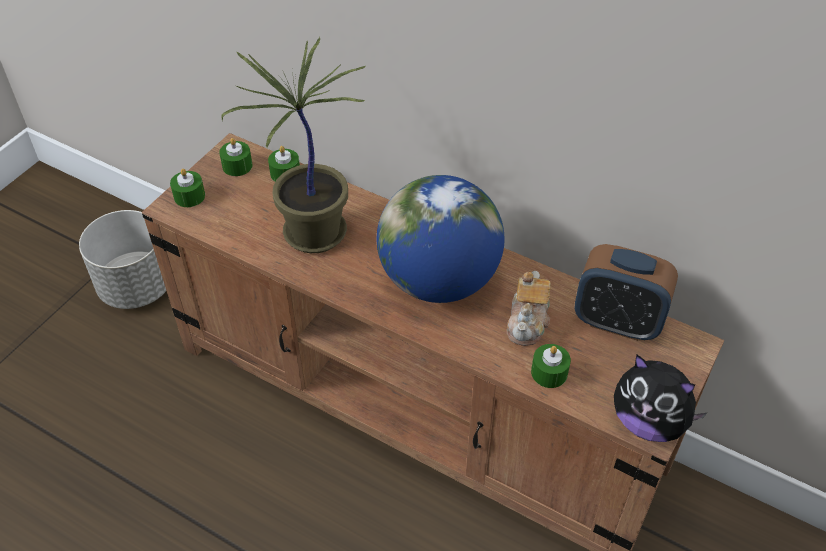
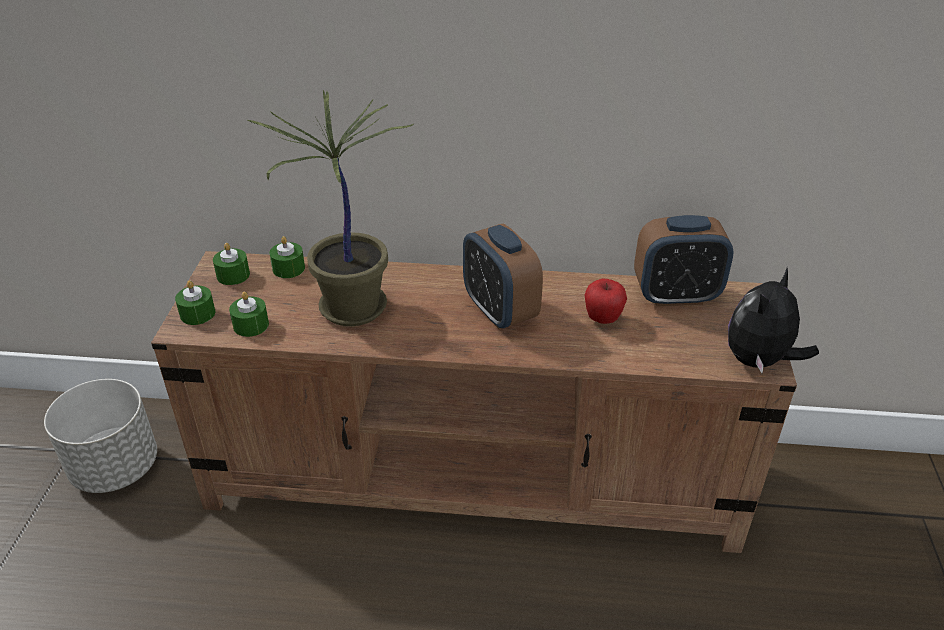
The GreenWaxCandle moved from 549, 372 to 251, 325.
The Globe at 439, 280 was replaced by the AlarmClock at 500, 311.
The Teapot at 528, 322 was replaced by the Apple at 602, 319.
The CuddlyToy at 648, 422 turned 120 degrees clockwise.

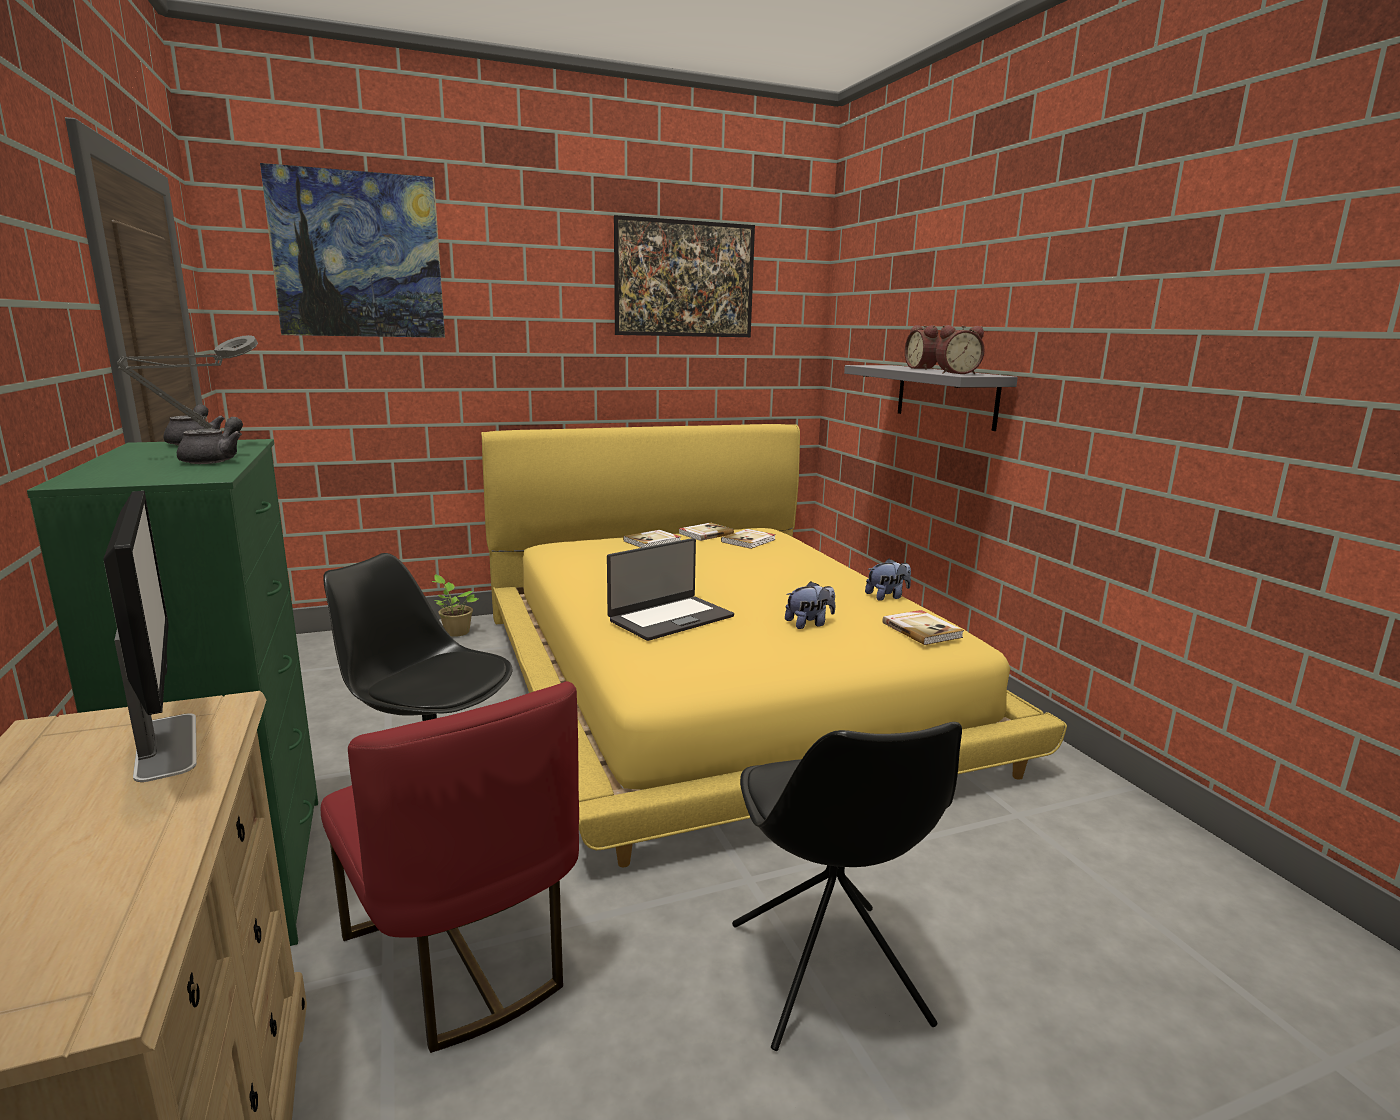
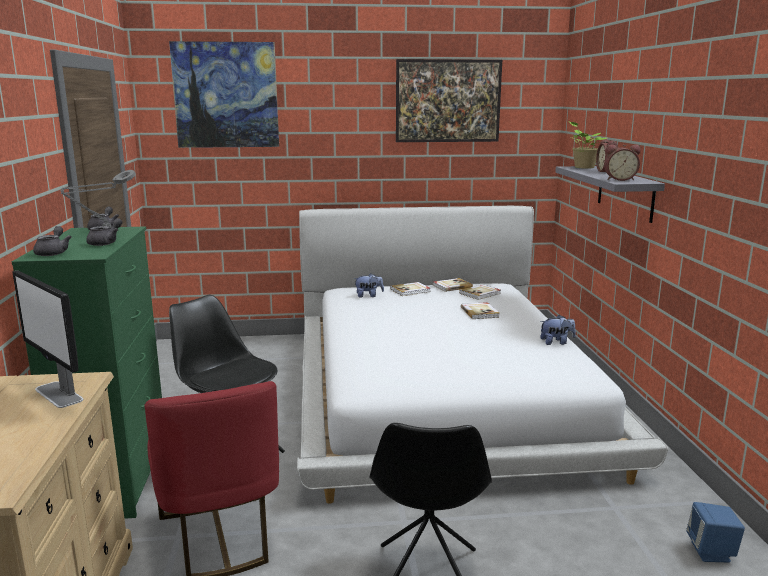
The PortableComputer at 670, 618 disappeared.
The GreyishTeapot at 53, 252 appeared.
The BlueColouredSpeaker at 711, 552 appeared.
The PlantInAPot moved from 455, 632 to 582, 167.
The CuddlyToy moved from 809, 624 to 369, 296.
The Volume moved from 922, 630 to 480, 312.
The YellowBed at 717, 681 became the WhitishBed at 441, 393.
The ComputerDisplay at 166, 745 turned 150 degrees clockwise.

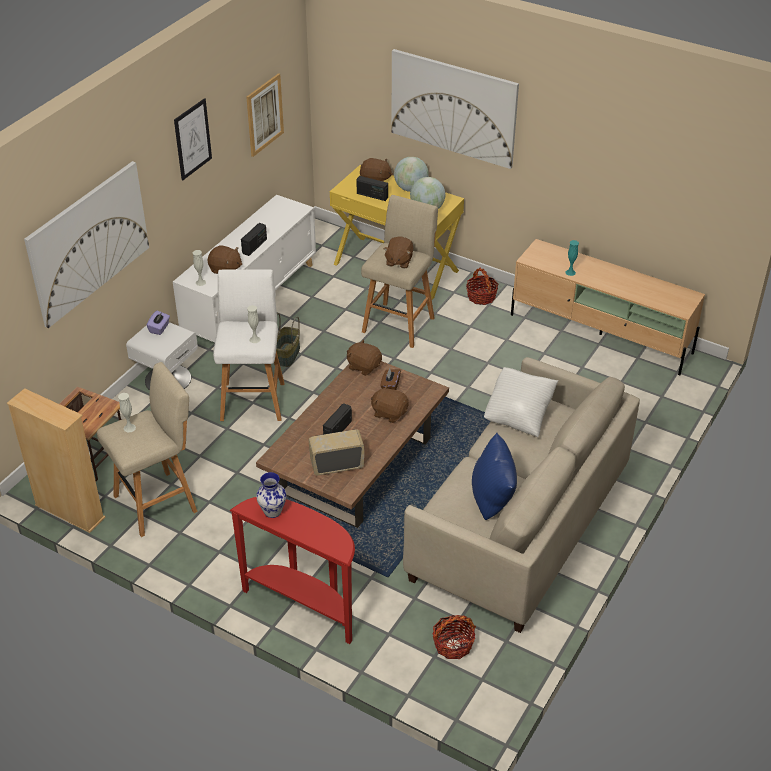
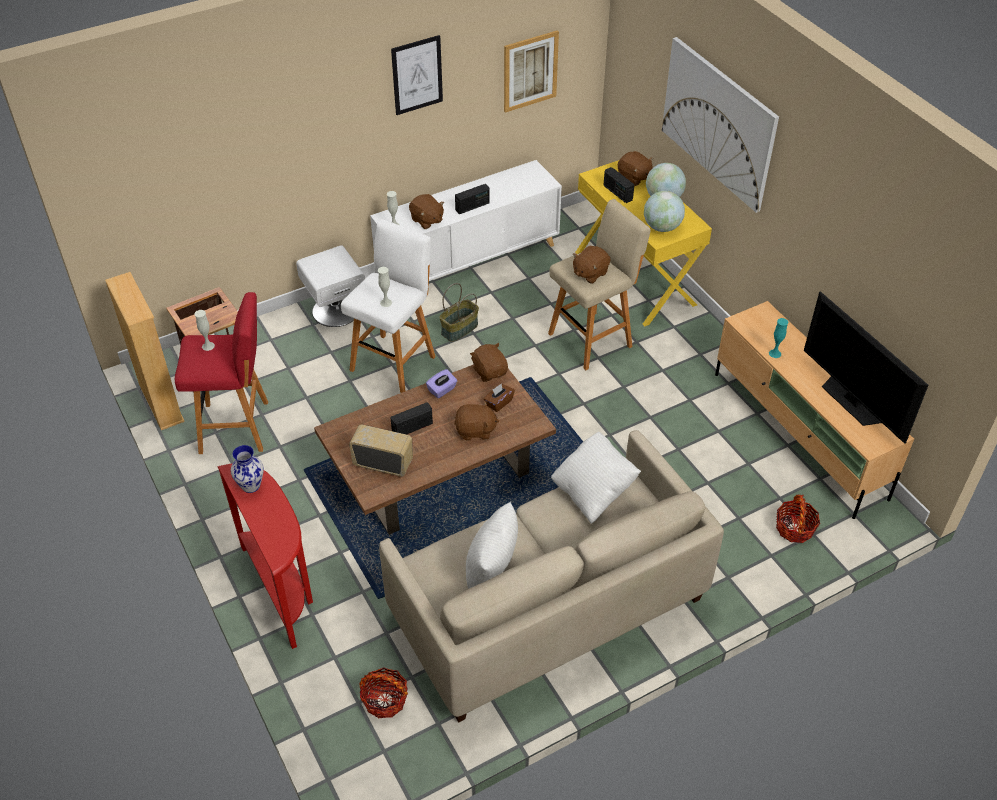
The WallPicture at 88, 242 disappeared.
The Television at 852, 401 appeared.
The PurpleColouredTissueHolder moved from 159, 328 to 442, 390.
The Basket moved from 481, 296 to 794, 528.
The SandColouredSittingStool at 158, 502 became the ReddishSittingStool at 237, 427.
The BlueColouredPillow at 493, 501 became the WhitishPillow at 493, 572.
The BrownColouredCuddlyToy at 389, 413 turned 120 degrees clockwise.

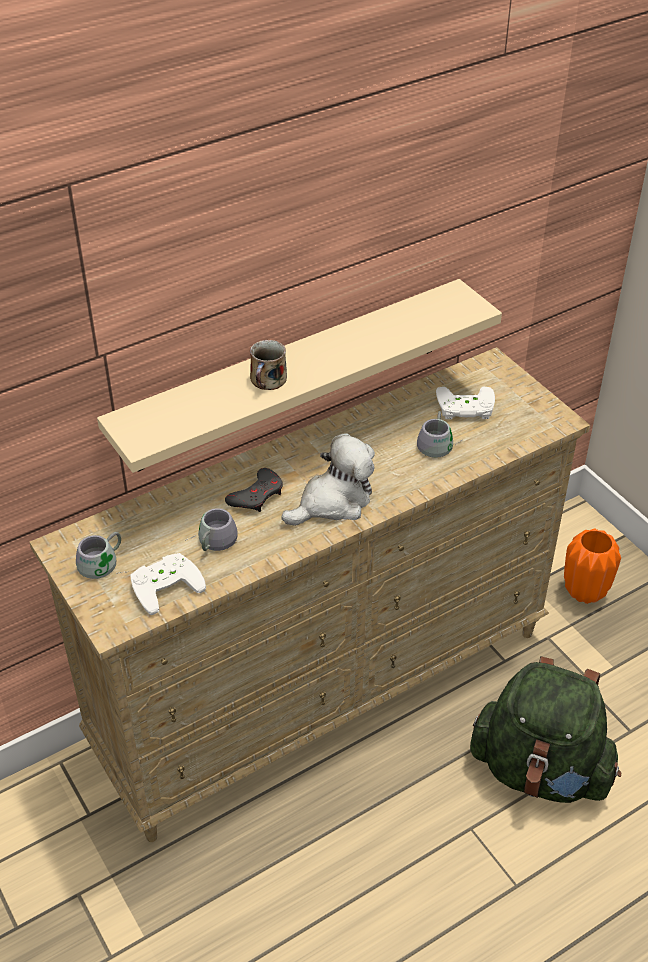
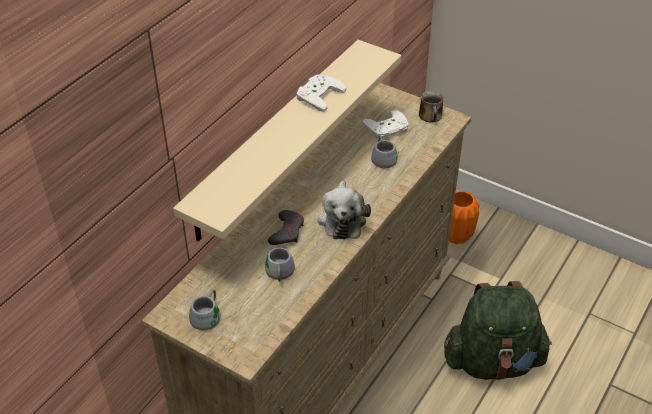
The WhitishGameController moved from 165, 583 to 317, 94.
The Mug moved from 268, 380 to 431, 116.
The CuddlyToy at 333, 502 turned 150 degrees clockwise.

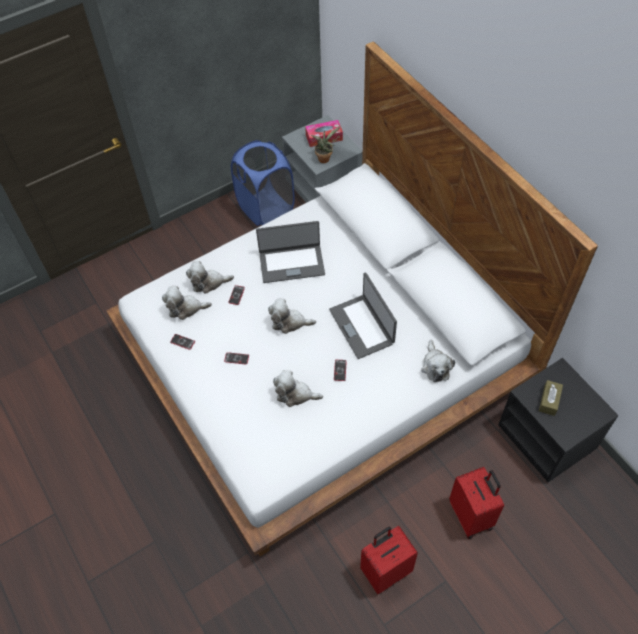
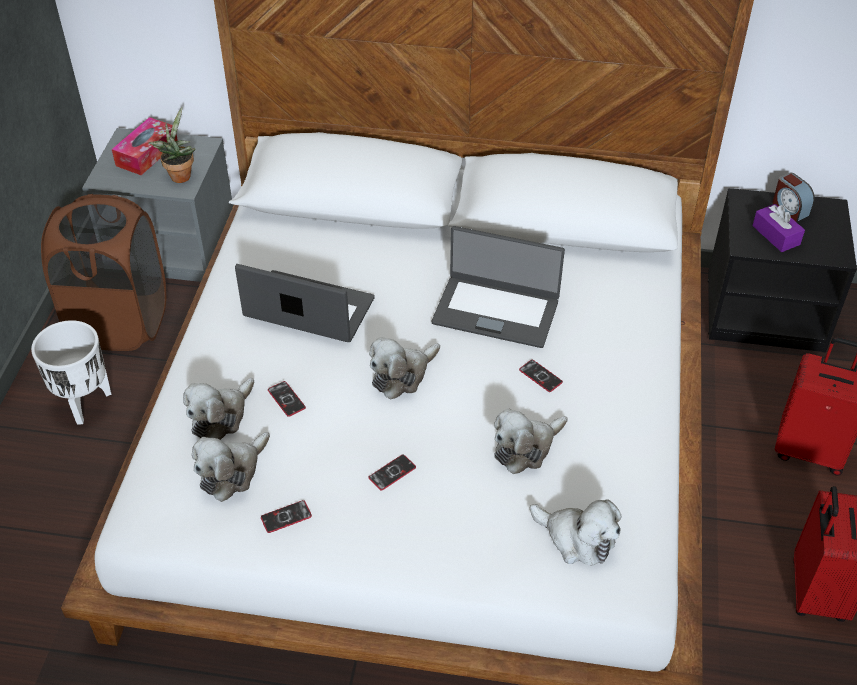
The WhitishFlowerPot at 84, 403 appeared.
The AlarmClock at 790, 208 appeared.
The CuddlyToy moved from 435, 366 to 577, 539.
The BlueColouredWashingBasket at 266, 208 became the BrownColouredWashingBasket at 120, 323.
The BrownColouredTissueHolder at 549, 401 became the PurpleColouredTissueHolder at 776, 235.
The PortableComputer at 291, 263 turned 105 degrees counterclockwise.

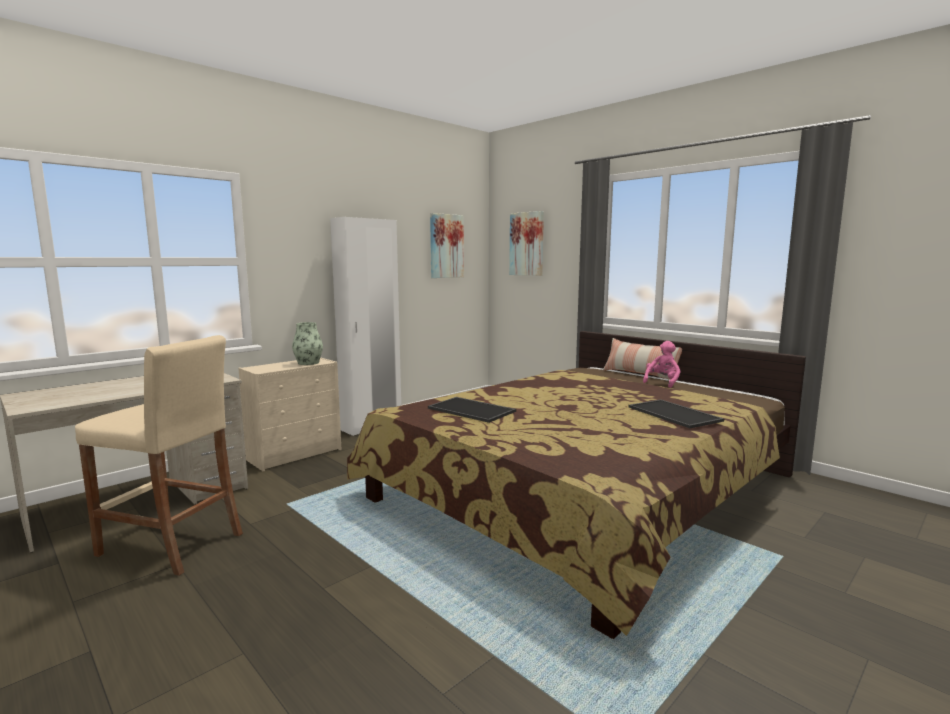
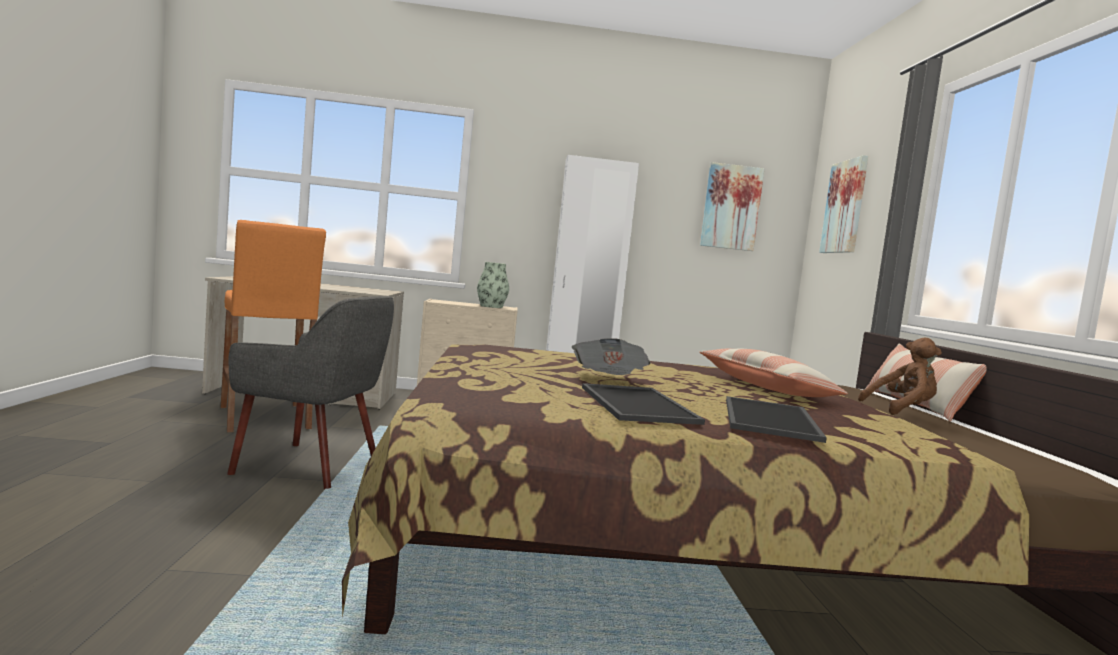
The GreyishArmchair at 310, 466 appeared.
The PrintedPaper at 609, 380 appeared.
The Pillow at 765, 388 appeared.
The ServingTray moved from 472, 410 to 640, 405.
The SandColouredSittingStool at 171, 544 became the OrangeColouredSittingStool at 264, 418.
The PinkCuddlyToy at 662, 382 became the BrownColouredCuddlyToy at 902, 410.

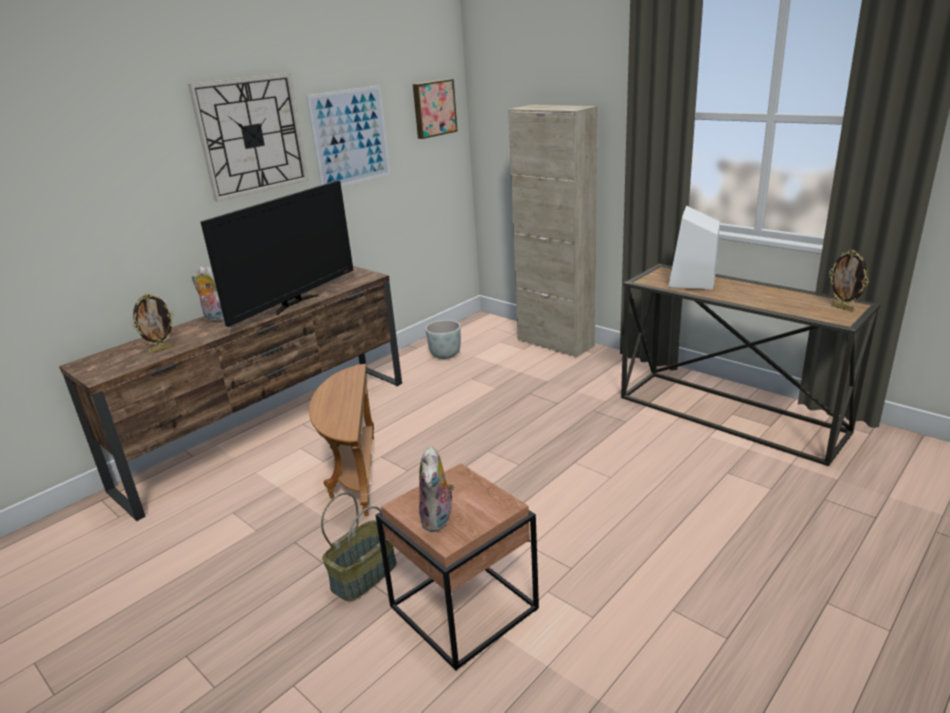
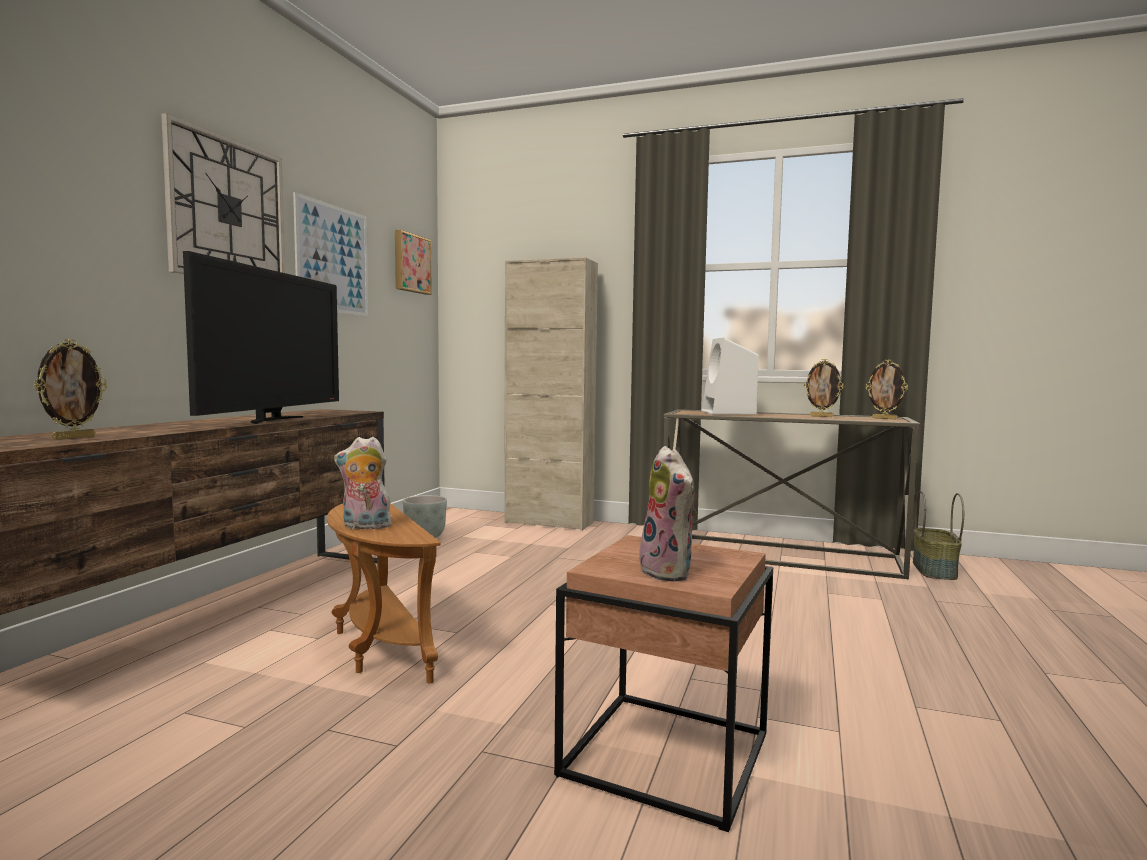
The PictureFrame at 821, 416 appeared.
The CuddlyToy moved from 215, 318 to 364, 527.
The Basket moved from 364, 575 to 933, 570.

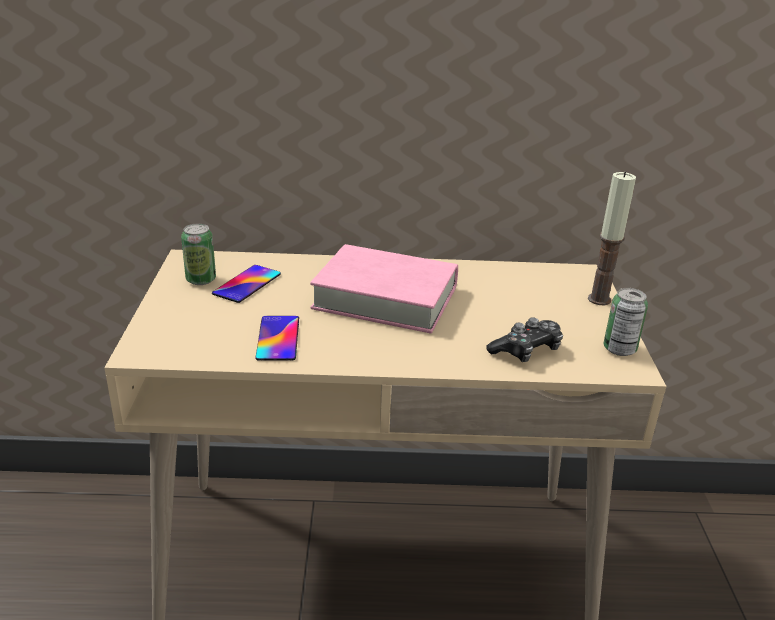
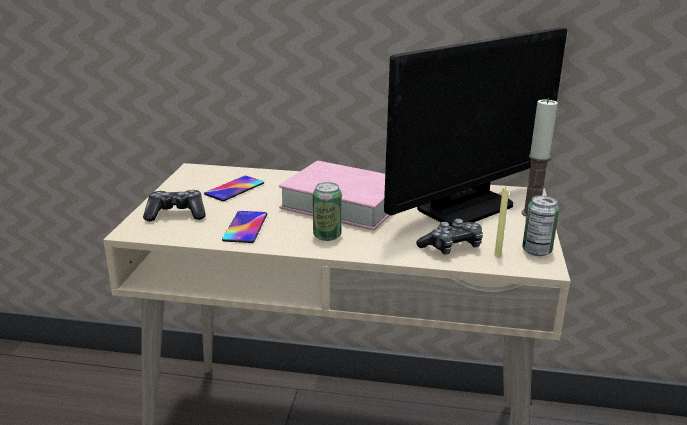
The GameController at 176, 214 appeared.
The ComputerDisplay at 465, 206 appeared.
The YellowWaxCandle at 497, 255 appeared.
The MetalCan moved from 201, 280 to 327, 236.

